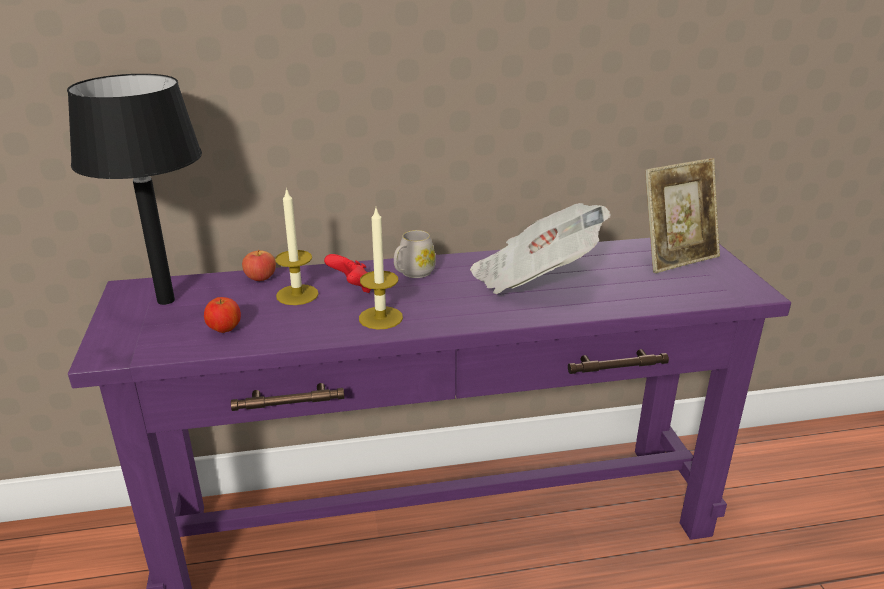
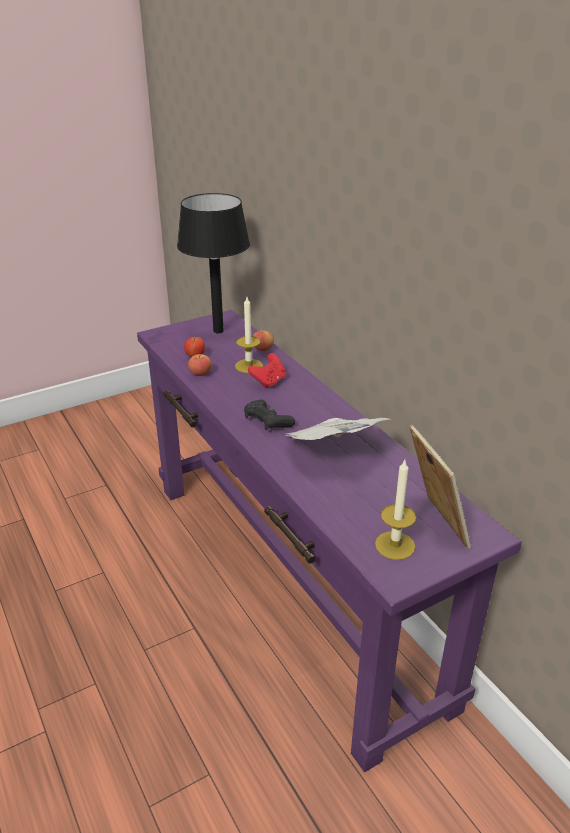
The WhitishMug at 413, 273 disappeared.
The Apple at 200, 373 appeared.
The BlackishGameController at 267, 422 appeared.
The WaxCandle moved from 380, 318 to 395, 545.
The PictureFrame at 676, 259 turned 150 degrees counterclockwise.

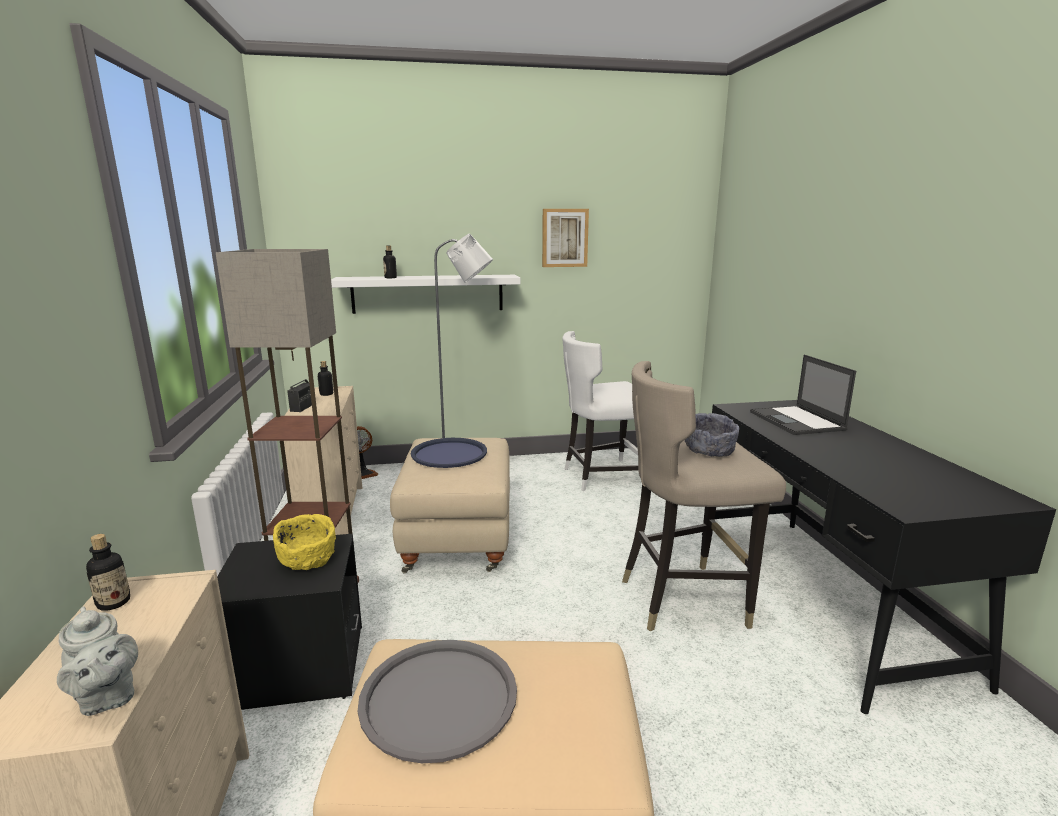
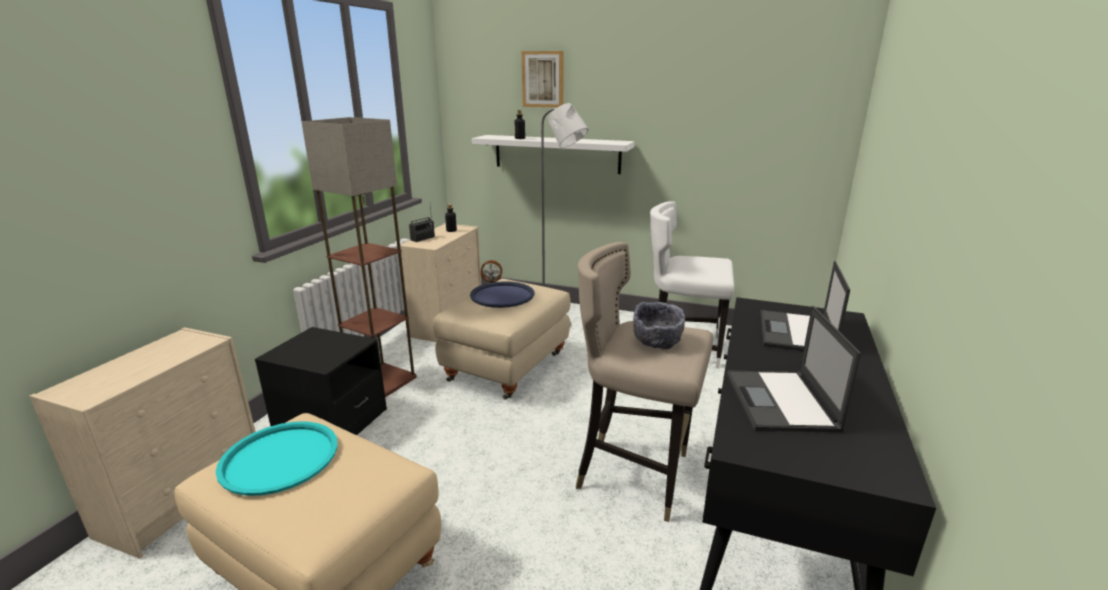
The GreyishTeapot at 106, 698 disappeared.
The DrinkBottle at 113, 603 disappeared.
The YellowServingBowl at 308, 559 disappeared.
The PortableComputer at 781, 402 appeared.
The WallPicture moved from 564, 238 to 543, 79.
The GreyishServingTray at 439, 698 became the BlueGreenServingTray at 280, 458.

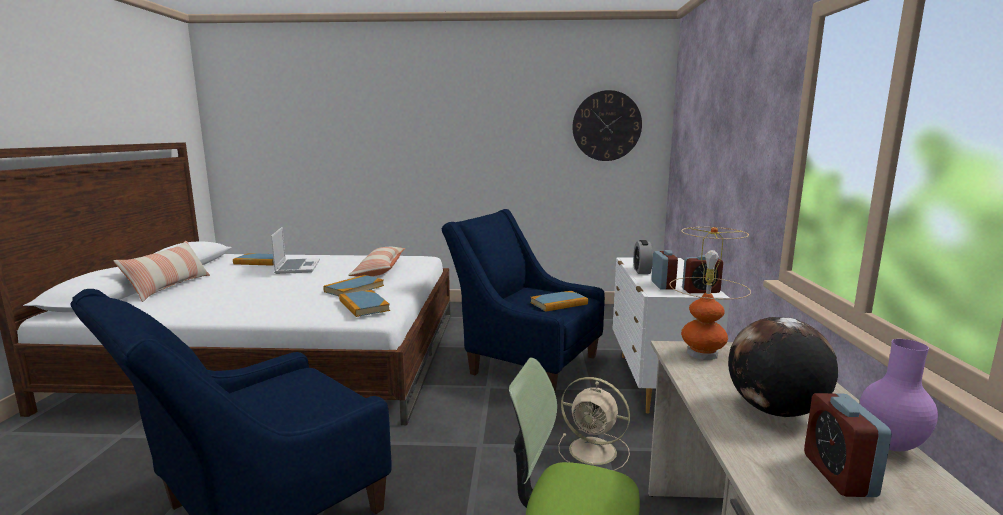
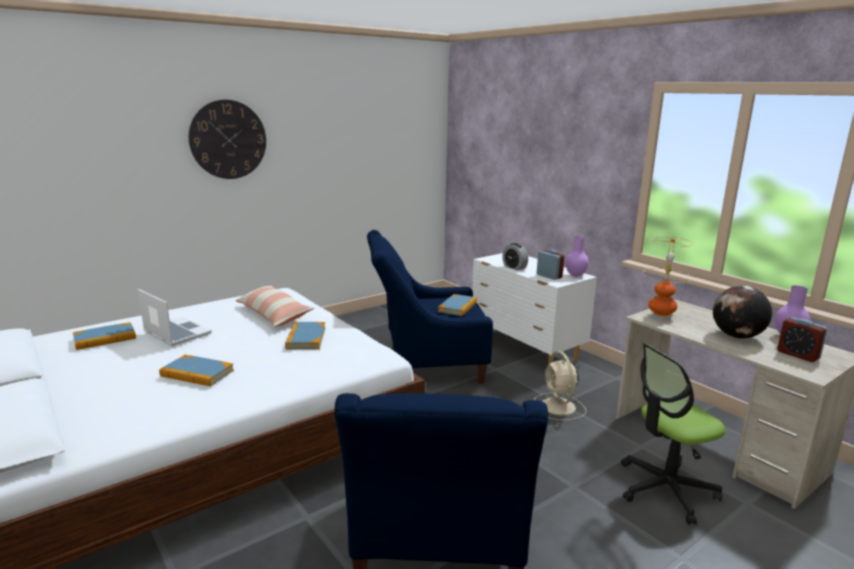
The Pillow at 169, 287 disappeared.
The Volume moved from 364, 306 to 197, 373.
The ClockOnTheWall moved from 606, 126 to 228, 139.
The AlarmClock at 700, 291 was replaced by the PurpleColouredVase at 575, 275.
The SandColouredElectricFan at 595, 451 turned 90 degrees clockwise.

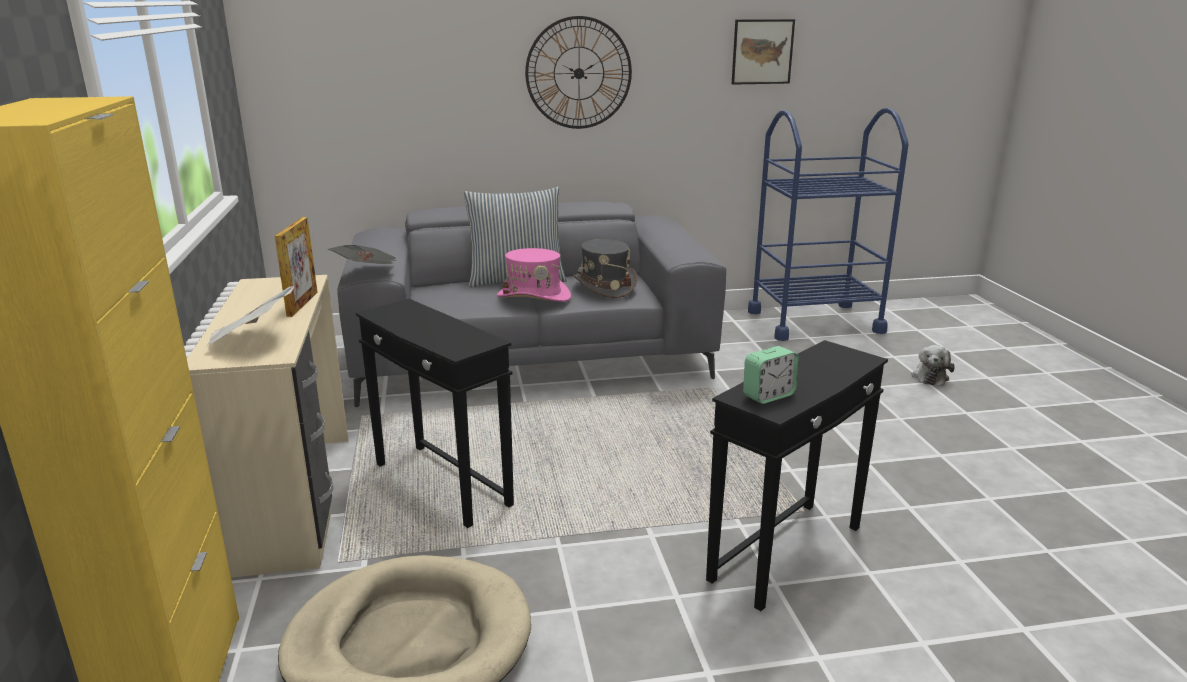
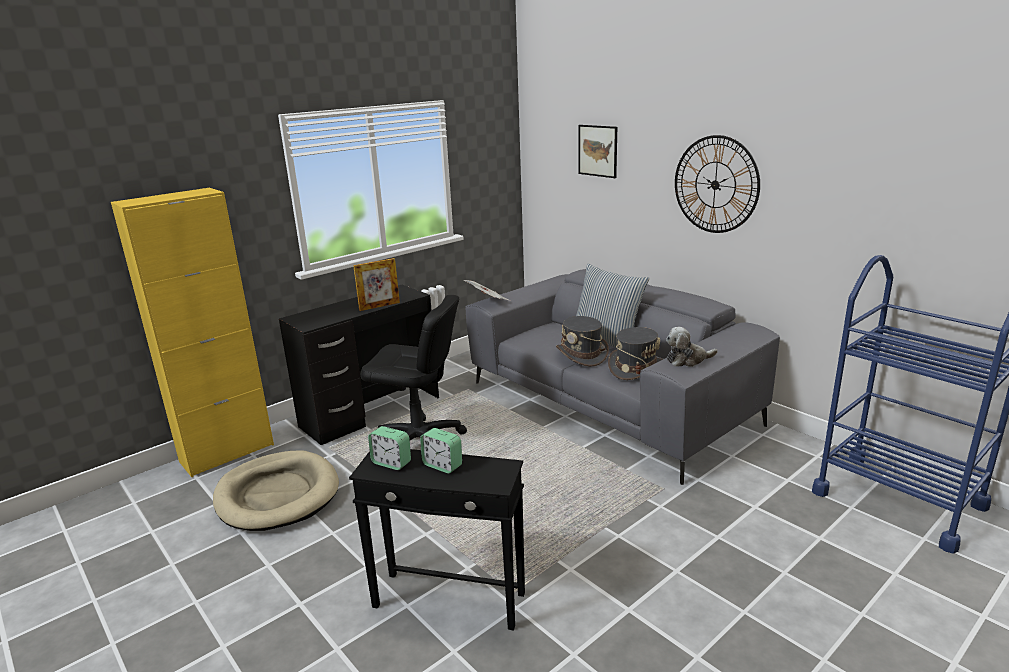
The PrintedPaper at 251, 340 disappeared.
The AlarmClock at 442, 465 appeared.
The WallPicture moved from 762, 52 to 598, 151.
The CuddlyToy moved from 930, 376 to 687, 360.
The BlackishEndTable at 442, 485 was replaced by the BlackishComputerChair at 419, 443.
The SandColouredDeskTable at 296, 500 became the BlackishDeskTable at 372, 412.
The PinkWearableHat at 534, 296 became the GreyishWearableHat at 582, 355.

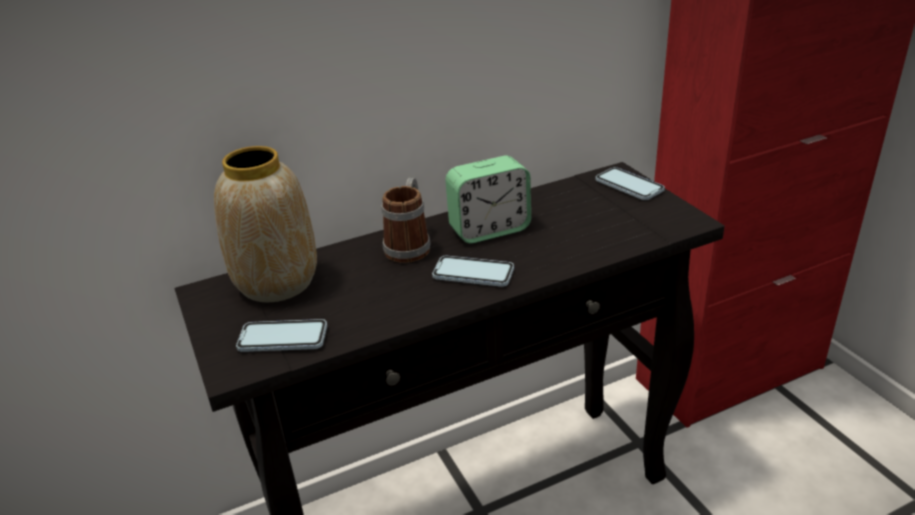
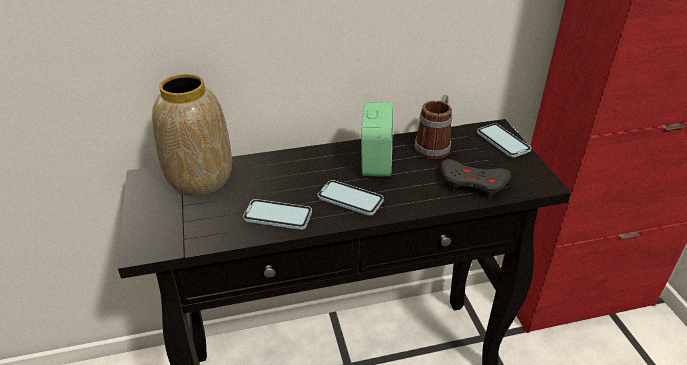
The GreyishGameController at 473, 183 appeared.
The Phone moved from 283, 338 to 278, 216.
The Mug moved from 410, 245 to 434, 145.
The AlarmClock at 489, 229 turned 75 degrees counterclockwise.

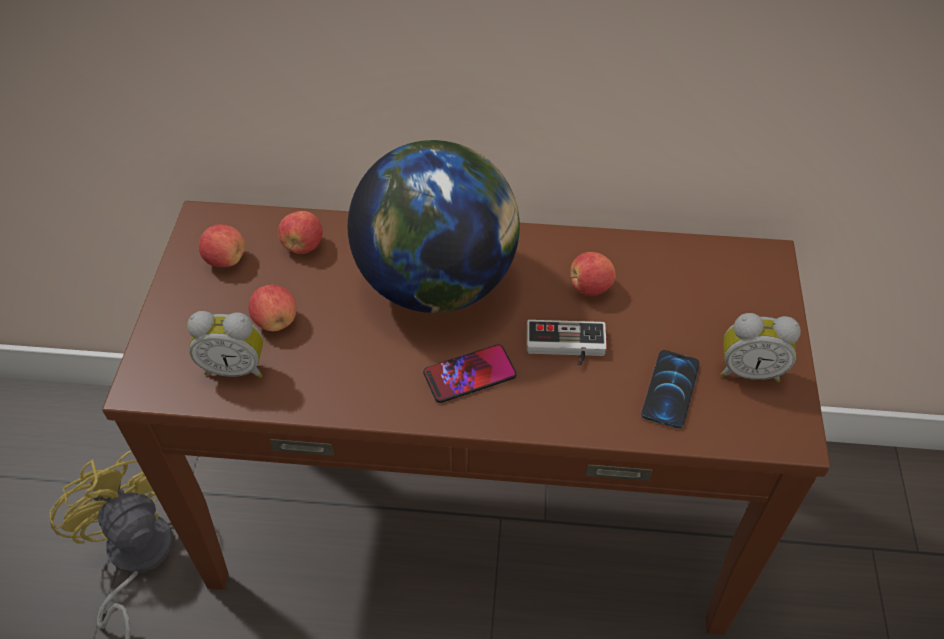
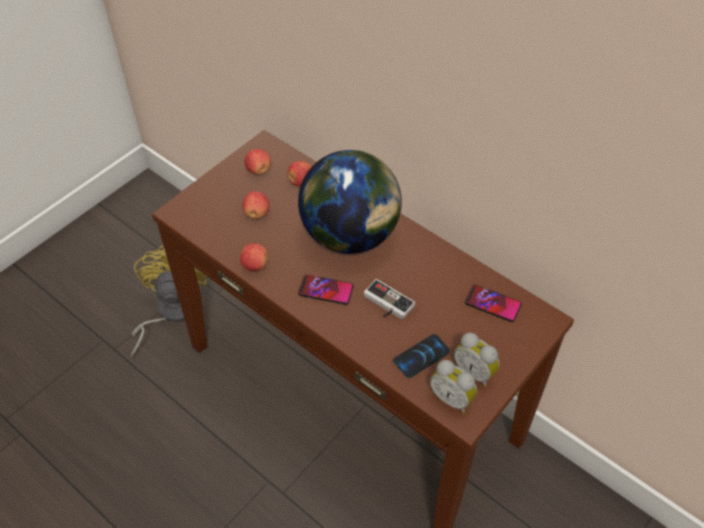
The Phone at 492, 304 appeared.
The AlarmClock moved from 235, 367 to 452, 398.
The Apple moved from 589, 287 to 255, 265.

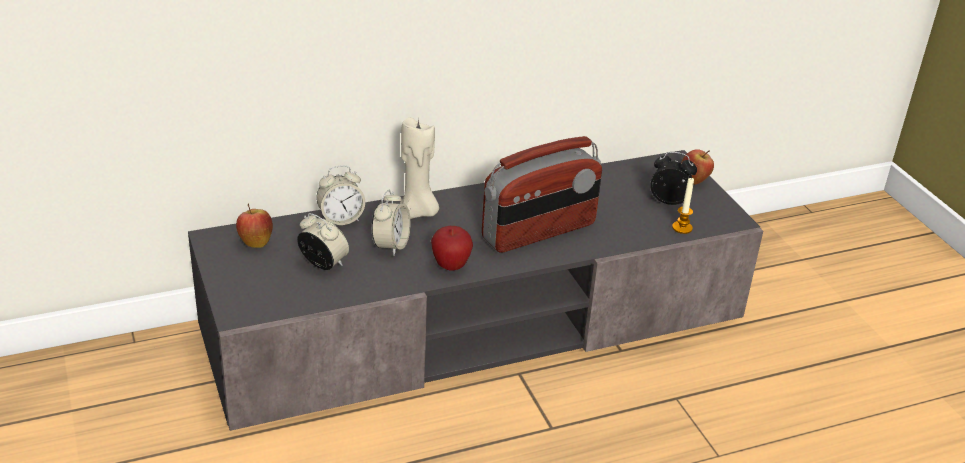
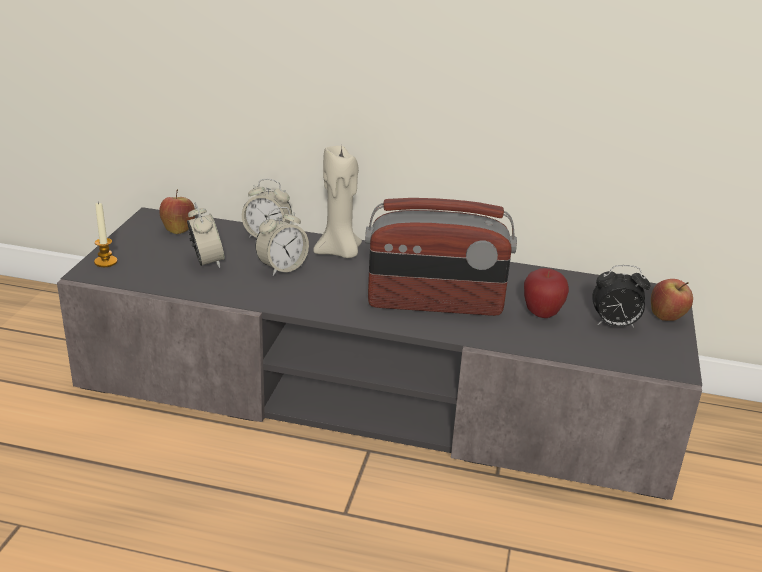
The Apple moved from 451, 266 to 541, 314.
The WaxCandle moved from 682, 228 to 105, 262.
The AlarmClock at 669, 201 turned 135 degrees clockwise.

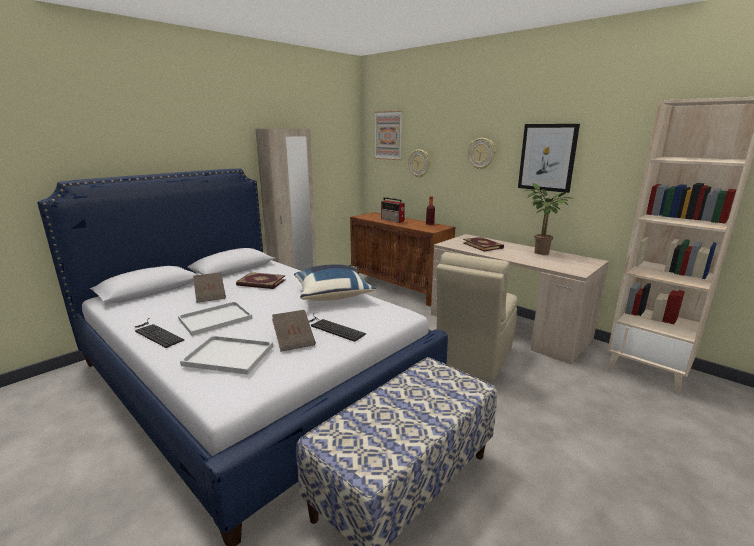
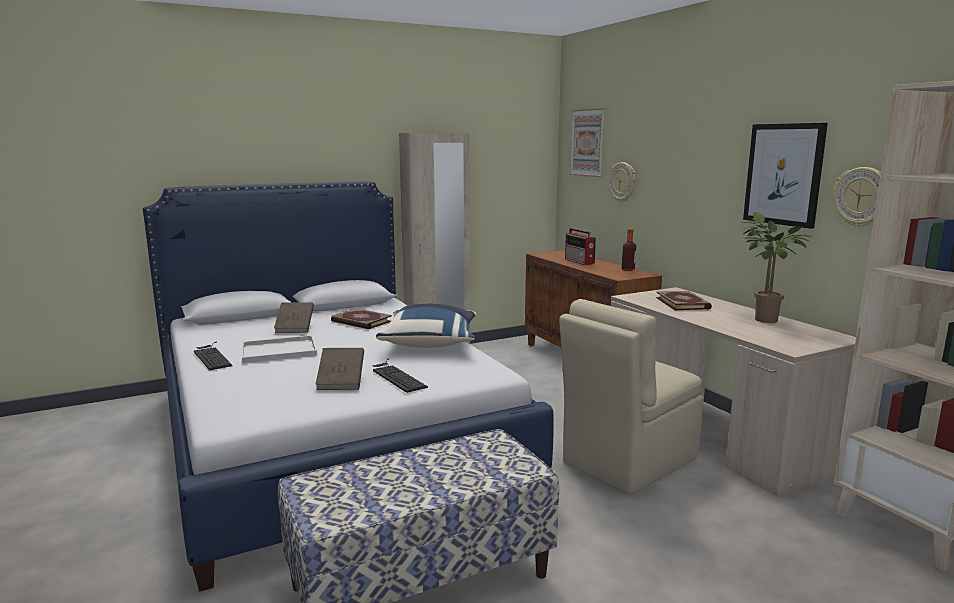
The WhitishServingTray at 230, 355 disappeared.
The ClockOnTheWall moved from 481, 153 to 862, 197.

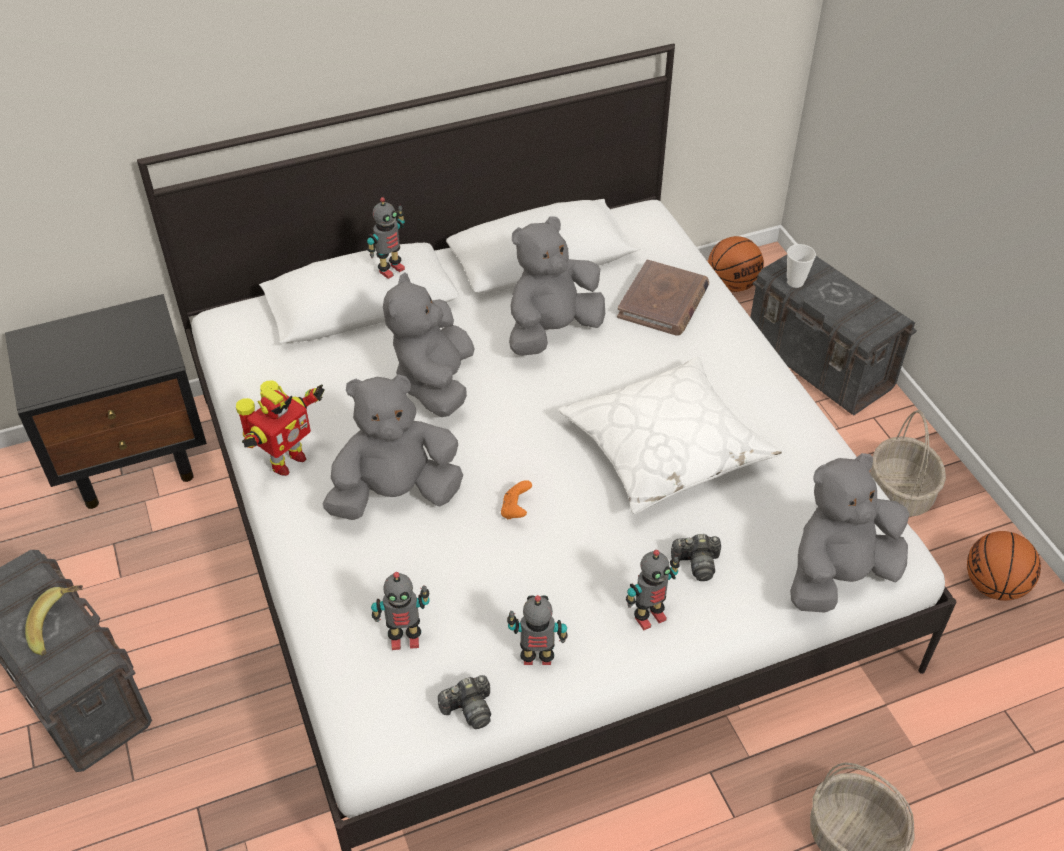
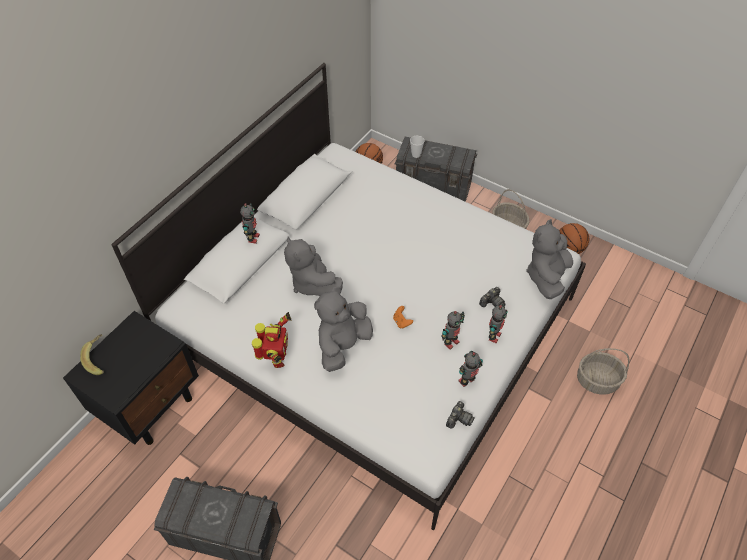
The GreyishCuddlyToy at 552, 331 disappeared.
The WhitishPillow at 665, 447 disappeared.
The BrownColouredVolume at 663, 302 disappeared.
The Banana moved from 61, 626 to 99, 359.
The RobotFigure moved from 405, 639 to 450, 342.

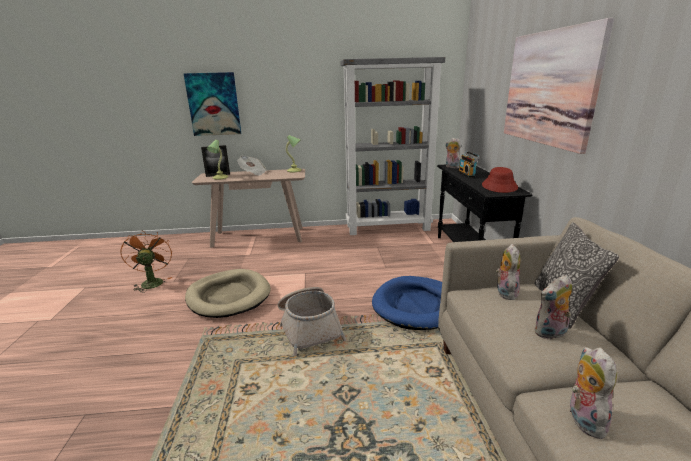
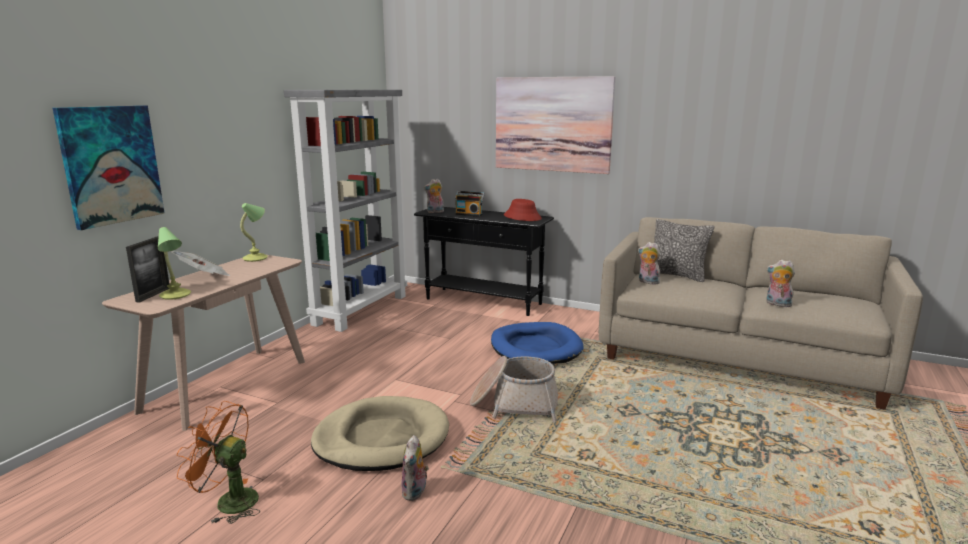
The CuddlyToy moved from 550, 333 to 415, 492.

